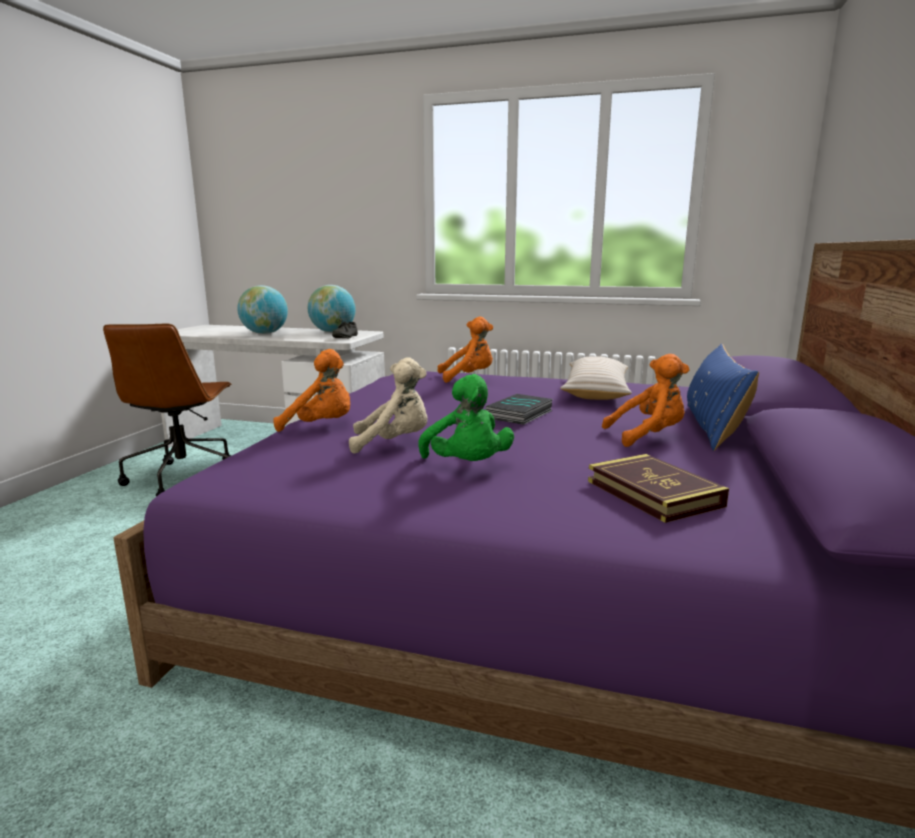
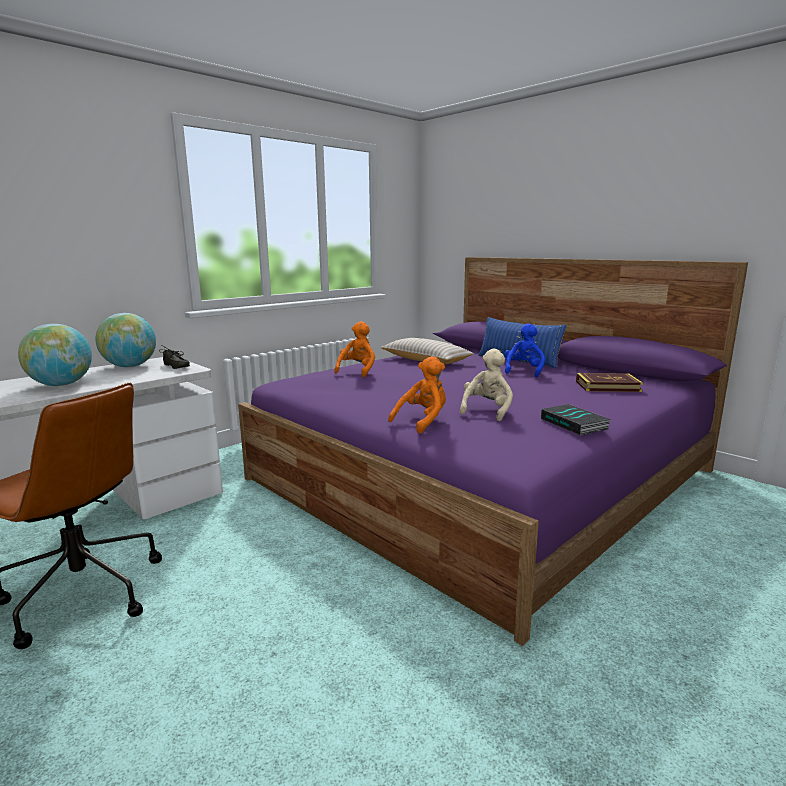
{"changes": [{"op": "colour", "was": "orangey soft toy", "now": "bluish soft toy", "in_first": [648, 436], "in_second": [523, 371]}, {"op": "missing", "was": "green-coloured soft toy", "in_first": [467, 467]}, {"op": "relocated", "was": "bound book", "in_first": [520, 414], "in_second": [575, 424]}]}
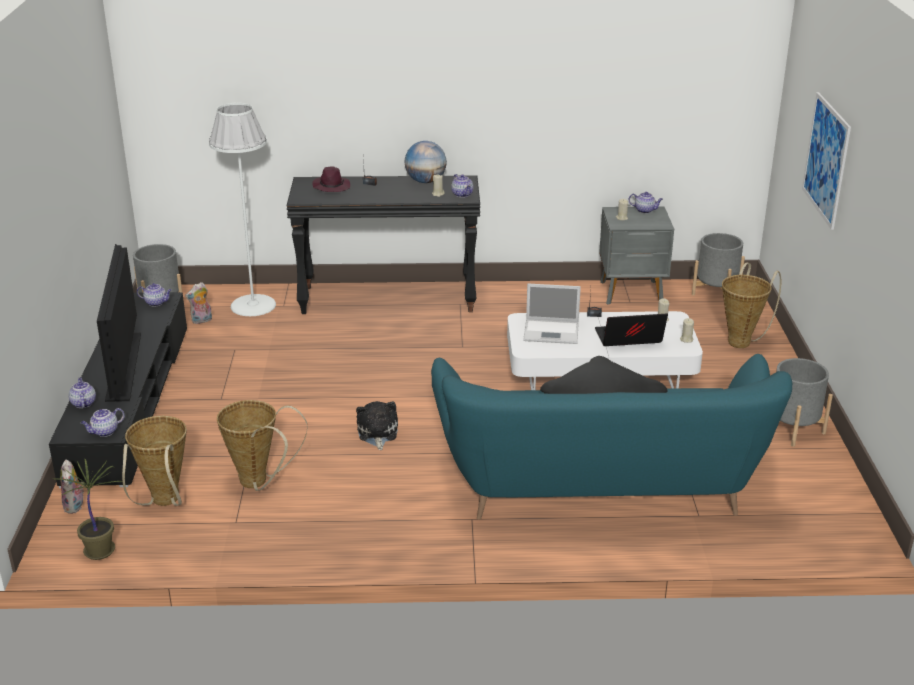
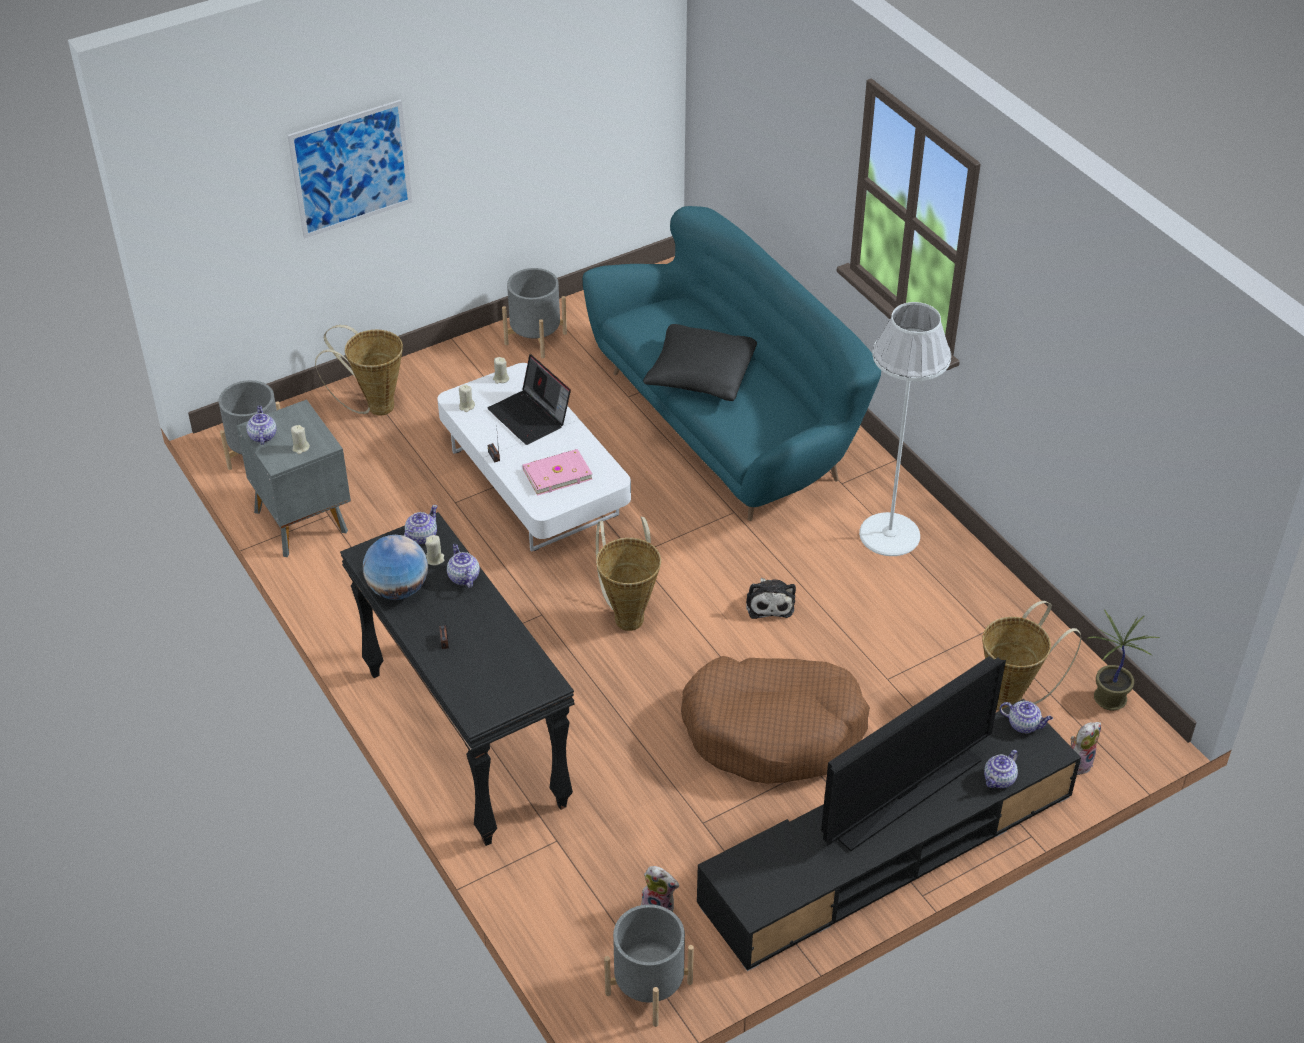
{"changes": [{"op": "relocated", "was": "whitish standard lamp", "in_first": [253, 305], "in_second": [890, 534]}, {"op": "missing", "was": "purple wearable hat", "in_first": [331, 187]}, {"op": "relocated", "was": "teapot", "in_first": [156, 303], "in_second": [463, 577]}, {"op": "exchanged", "was": "laptop", "now": "pink bound book", "in_first": [552, 332], "in_second": [556, 474]}, {"op": "relocated", "was": "storage basket", "in_first": [259, 483], "in_second": [628, 615]}, {"op": "spun", "was": "soft toy", "in_first": [377, 433], "in_second": [769, 603], "clockwise": -60}, {"op": "appeared", "now": "brown-coloured pet bed", "in_second": [773, 730]}]}
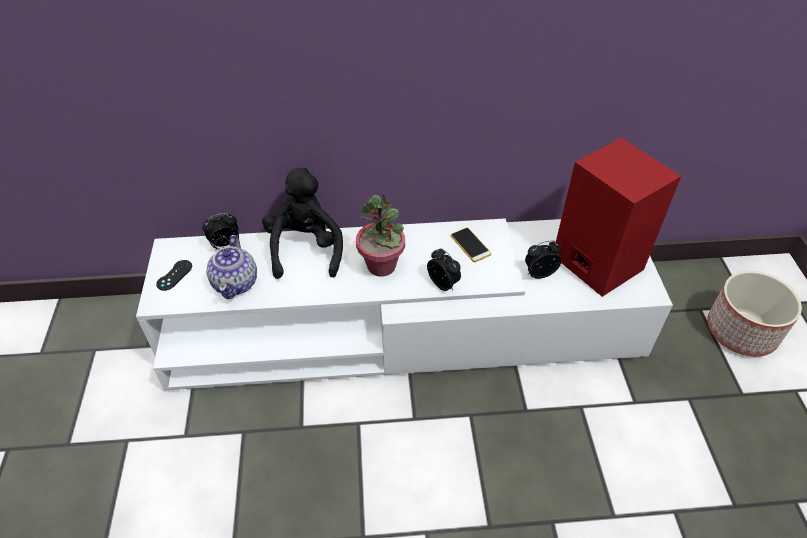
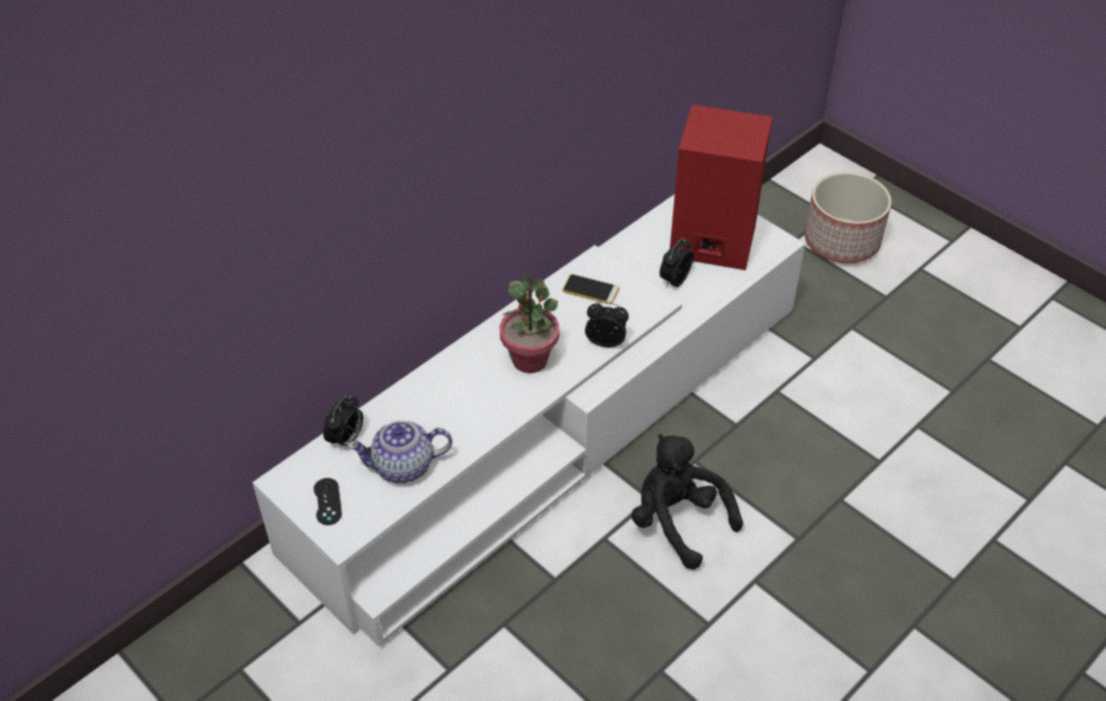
{"changes": [{"op": "relocated", "was": "black-coloured soft toy", "in_first": [305, 249], "in_second": [677, 521]}, {"op": "spun", "was": "teapot", "in_first": [236, 283], "in_second": [404, 466], "clockwise": 120}]}
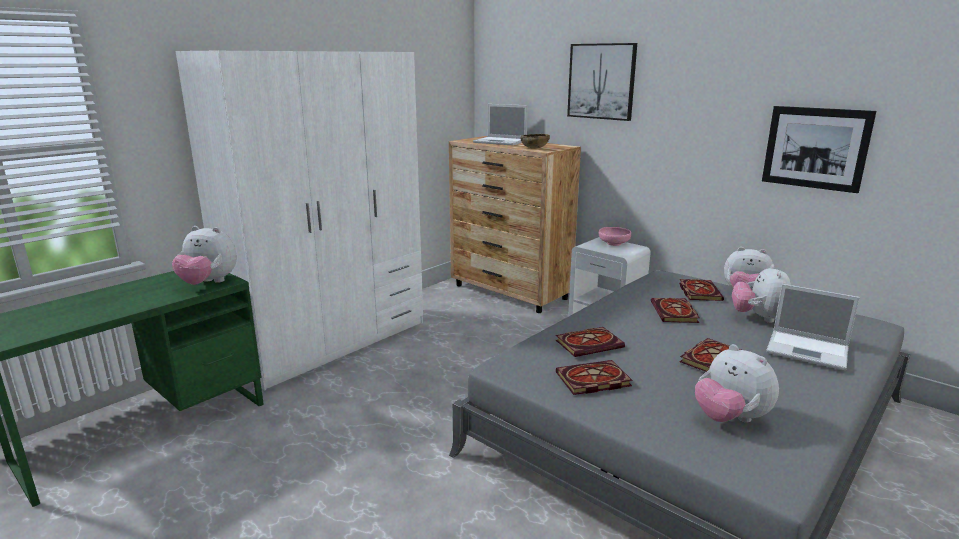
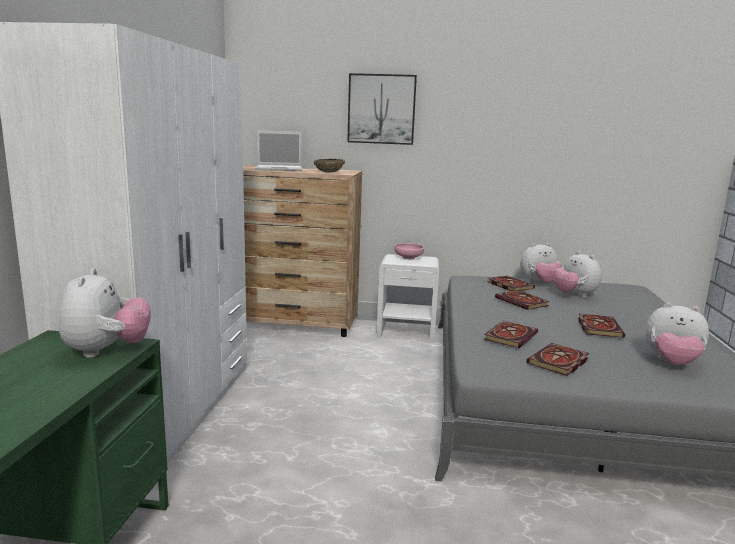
{"changes": [{"op": "missing", "was": "wall art", "in_first": [815, 148]}, {"op": "spun", "was": "soft toy", "in_first": [208, 283], "in_second": [106, 351], "clockwise": -75}, {"op": "missing", "was": "laptop", "in_first": [809, 350]}]}
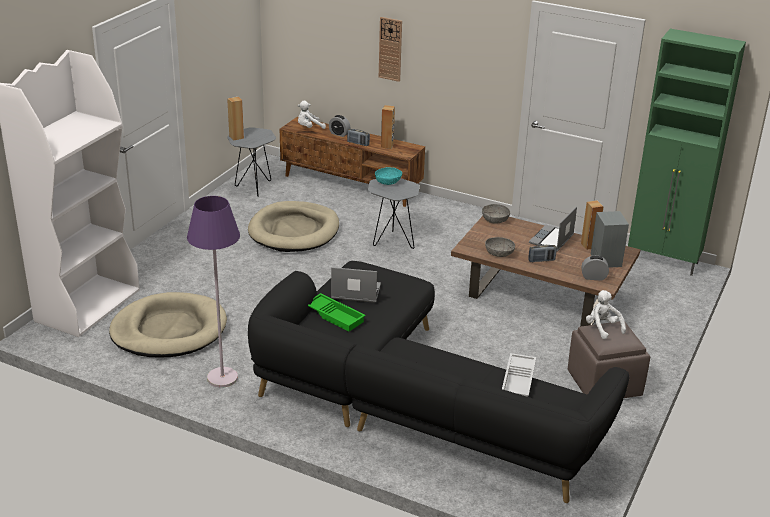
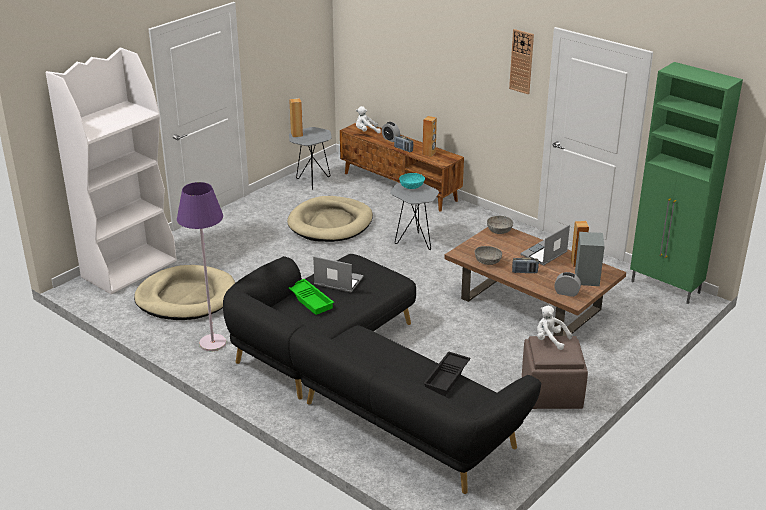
{"changes": [{"op": "relocated", "was": "hanging clock", "in_first": [390, 49], "in_second": [521, 61]}, {"op": "spun", "was": "whitish soft toy", "in_first": [602, 328], "in_second": [550, 340], "clockwise": -45}, {"op": "colour", "was": "whitish serving tray", "now": "black-coloured serving tray", "in_first": [519, 381], "in_second": [447, 377]}]}
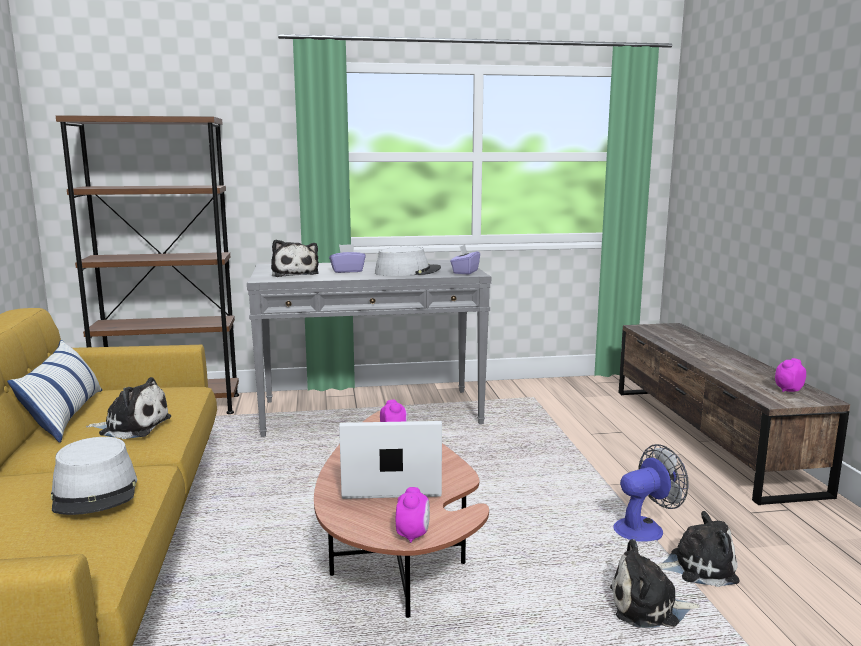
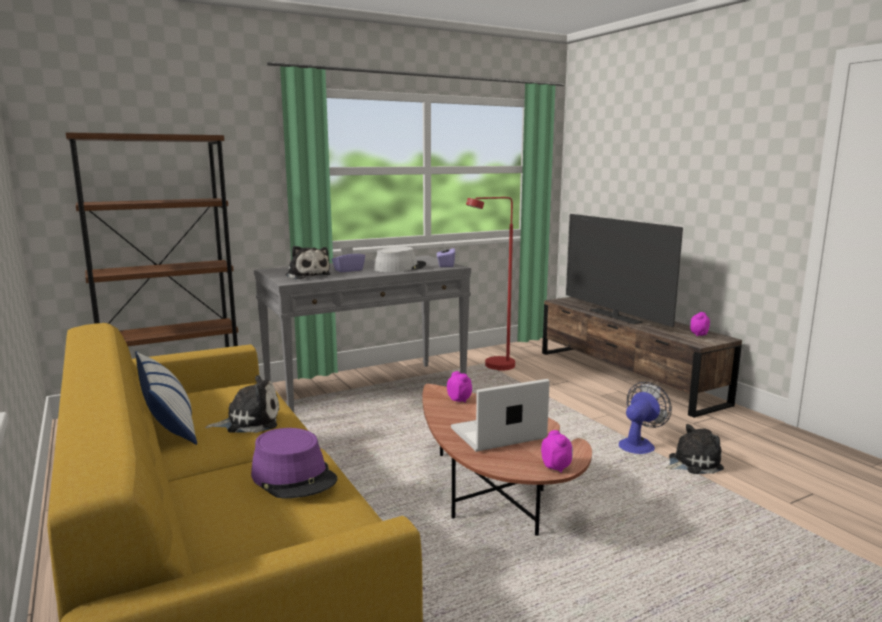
{"changes": [{"op": "colour", "was": "grey wearable hat", "now": "purple wearable hat", "in_first": [95, 492], "in_second": [294, 476]}, {"op": "missing", "was": "soft toy", "in_first": [649, 607]}, {"op": "appeared", "now": "red standard lamp", "in_second": [493, 367]}, {"op": "appeared", "now": "TV set", "in_second": [615, 316]}]}
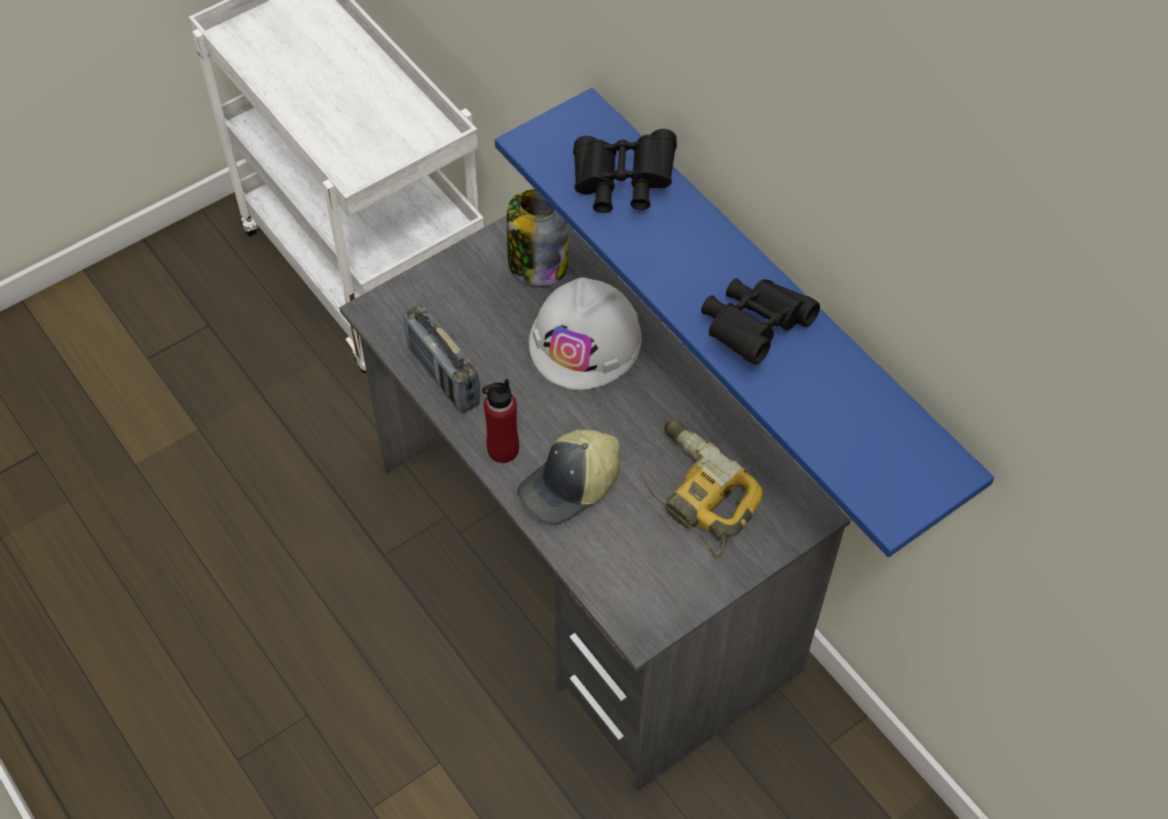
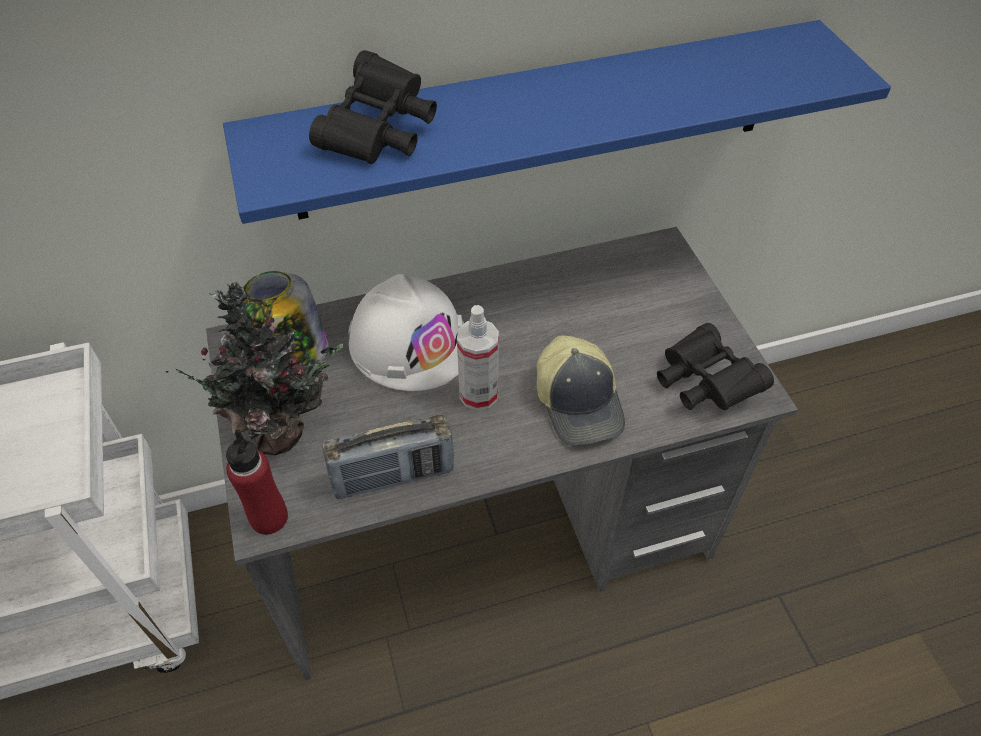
{"changes": [{"op": "relocated", "was": "black-coloured field glasses", "in_first": [753, 329], "in_second": [703, 383]}, {"op": "relocated", "was": "red bottle", "in_first": [503, 449], "in_second": [269, 518]}, {"op": "missing", "was": "power drill", "in_first": [693, 493]}, {"op": "appeared", "now": "plant in a pot", "in_second": [283, 432]}, {"op": "appeared", "now": "spray bottle", "in_second": [478, 394]}]}
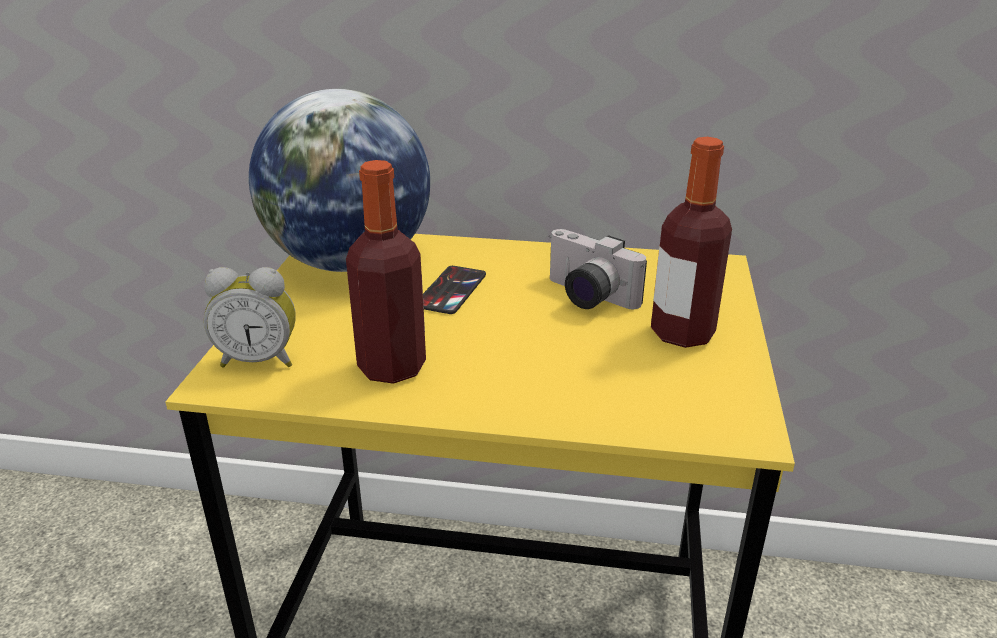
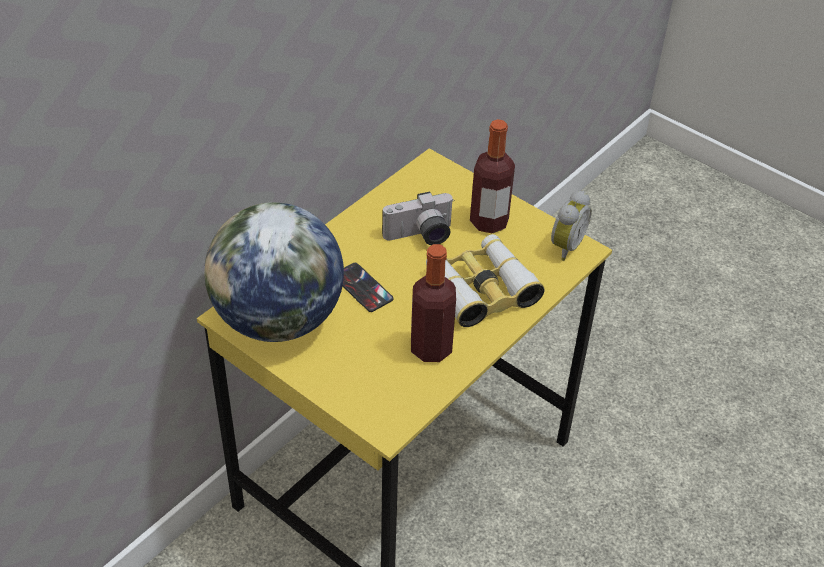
{"changes": [{"op": "relocated", "was": "bedside clock", "in_first": [259, 359], "in_second": [564, 246]}, {"op": "appeared", "now": "field glasses", "in_second": [480, 288]}]}
